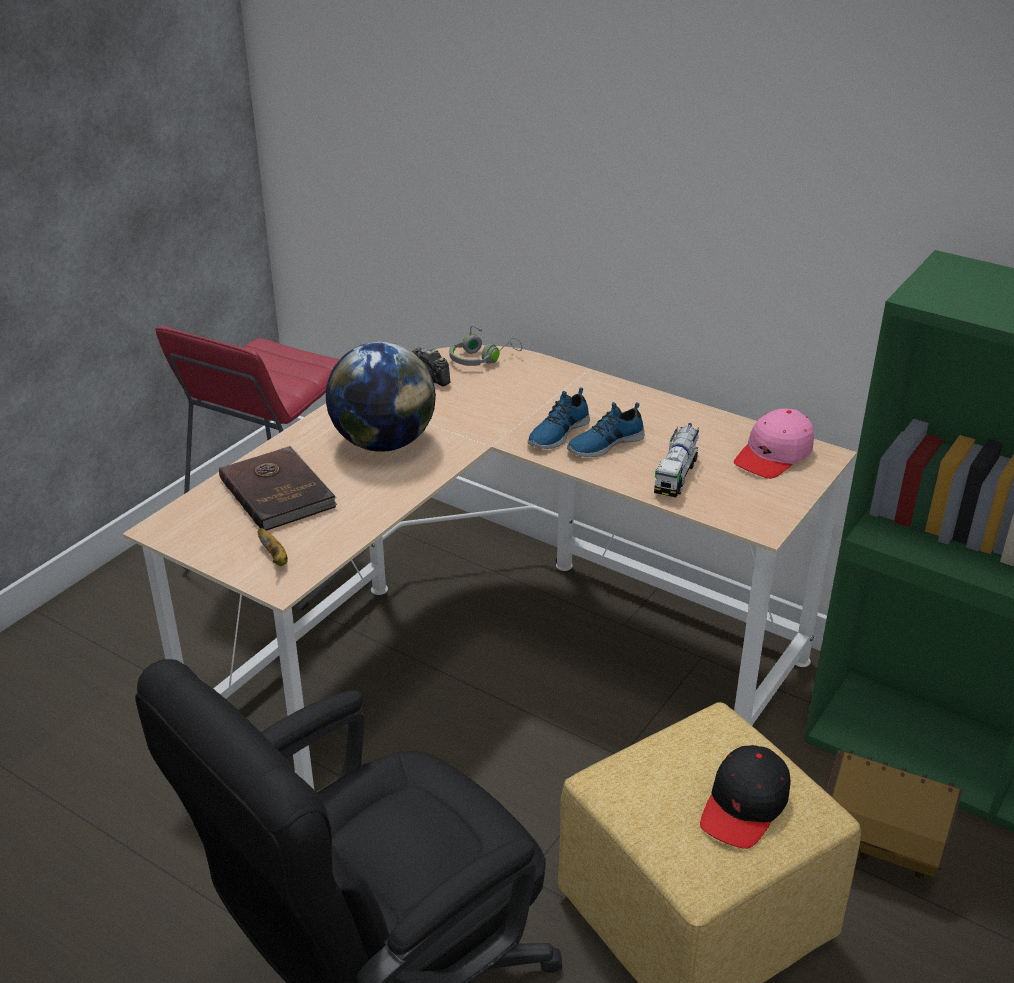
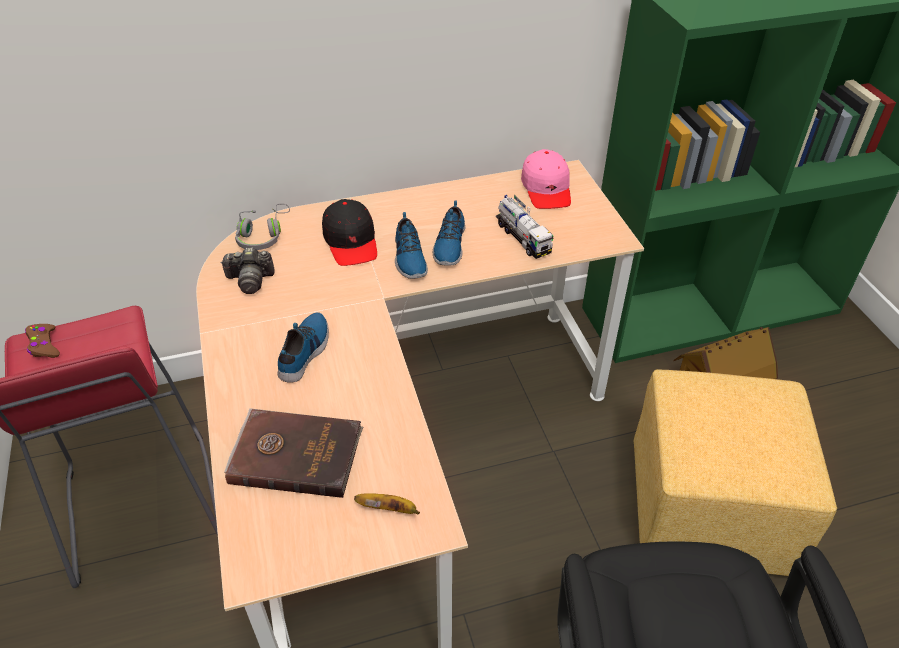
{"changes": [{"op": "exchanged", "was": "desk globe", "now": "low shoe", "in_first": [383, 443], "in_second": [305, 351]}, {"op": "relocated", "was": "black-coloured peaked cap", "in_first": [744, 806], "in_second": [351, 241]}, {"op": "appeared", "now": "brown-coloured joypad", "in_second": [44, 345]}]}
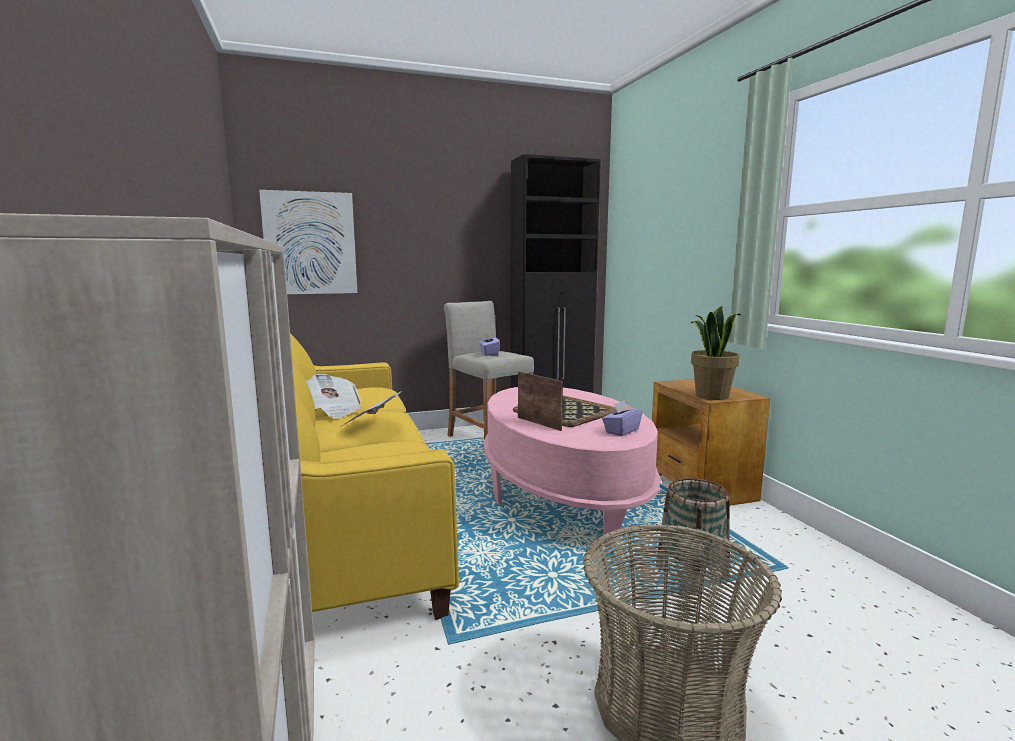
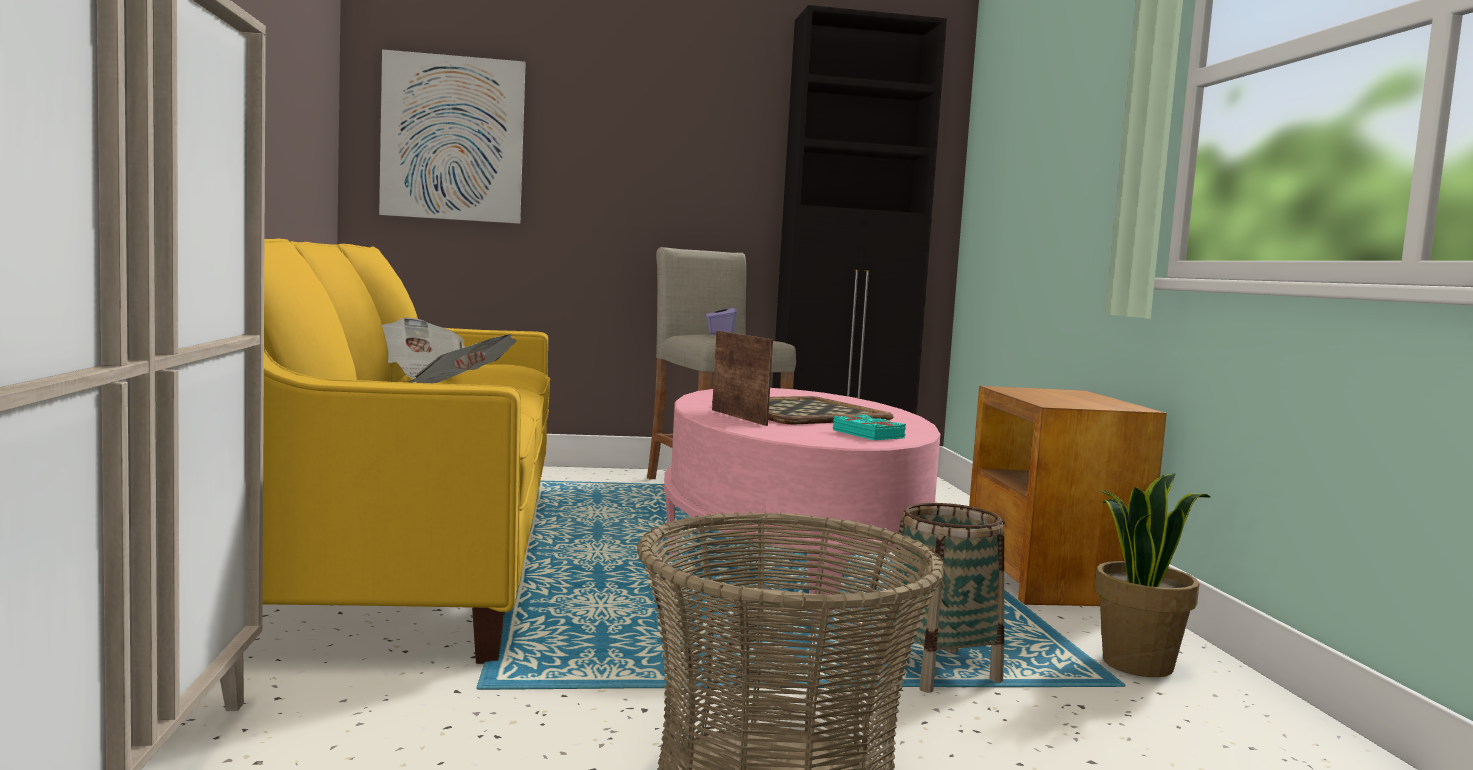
{"changes": [{"op": "relocated", "was": "plant in a pot", "in_first": [711, 396], "in_second": [1136, 663]}, {"op": "exchanged", "was": "purple box of tissues", "now": "turquoise-coloured bound book", "in_first": [621, 431], "in_second": [869, 434]}]}
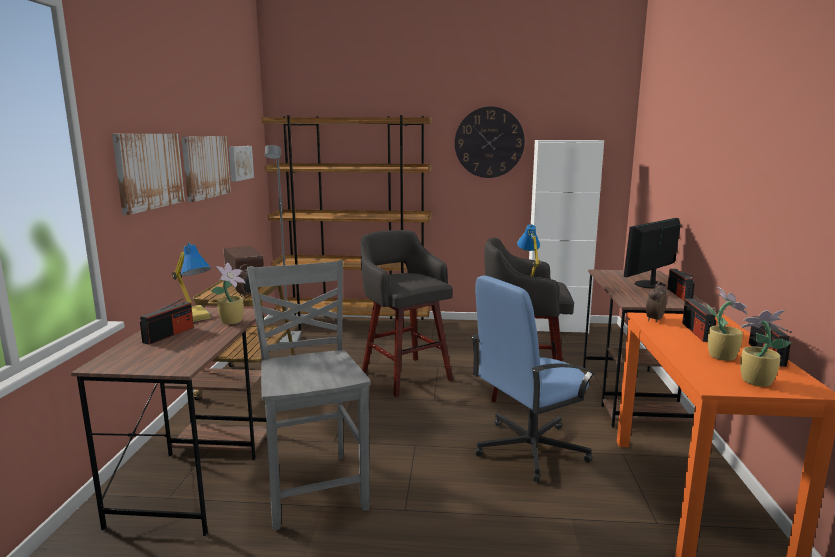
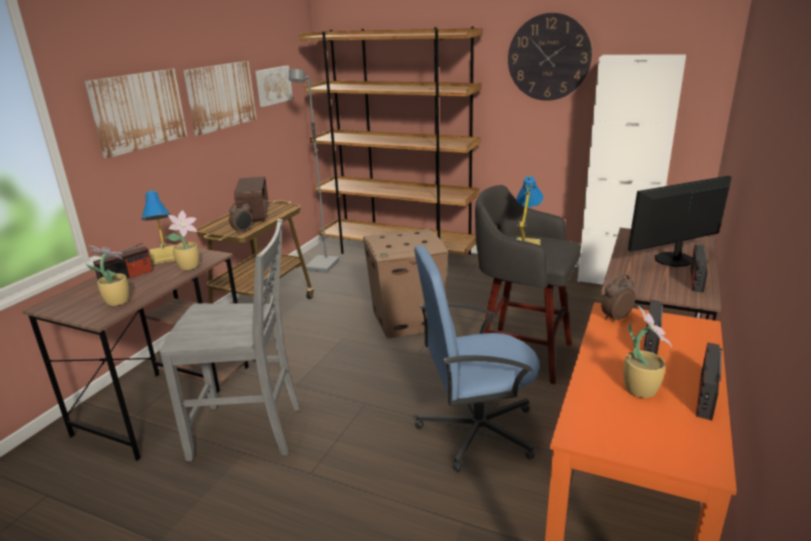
{"changes": [{"op": "exchanged", "was": "grey stool", "now": "carton", "in_first": [405, 375], "in_second": [408, 320]}, {"op": "spun", "was": "grey upright chair", "in_first": [315, 487], "in_second": [249, 432], "clockwise": 90}, {"op": "relocated", "was": "plant in a pot", "in_first": [754, 381], "in_second": [117, 301]}]}
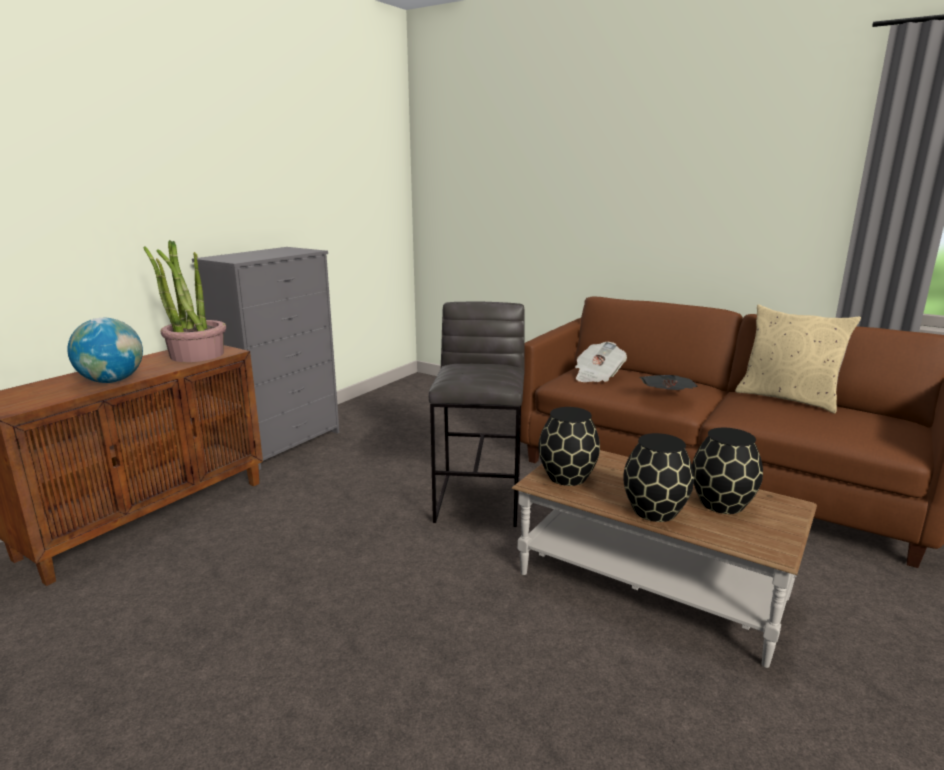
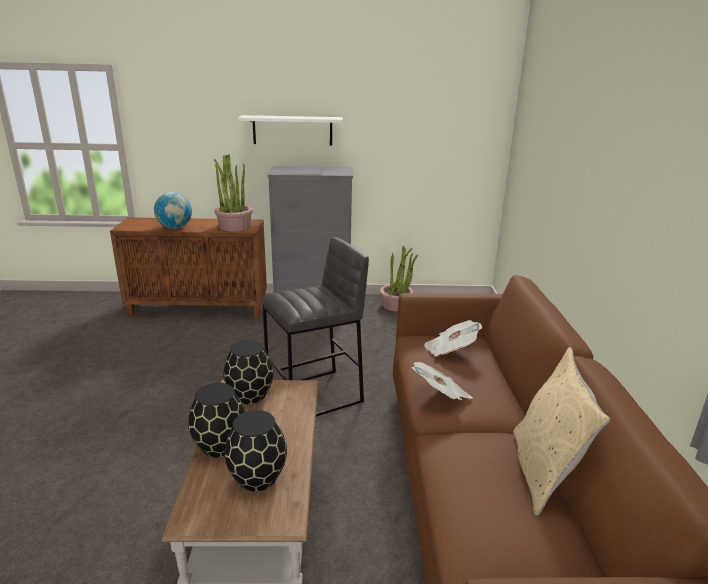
{"changes": [{"op": "appeared", "now": "whitish bracket shelf", "in_second": [292, 130]}, {"op": "appeared", "now": "plant in a pot", "in_second": [396, 305]}]}
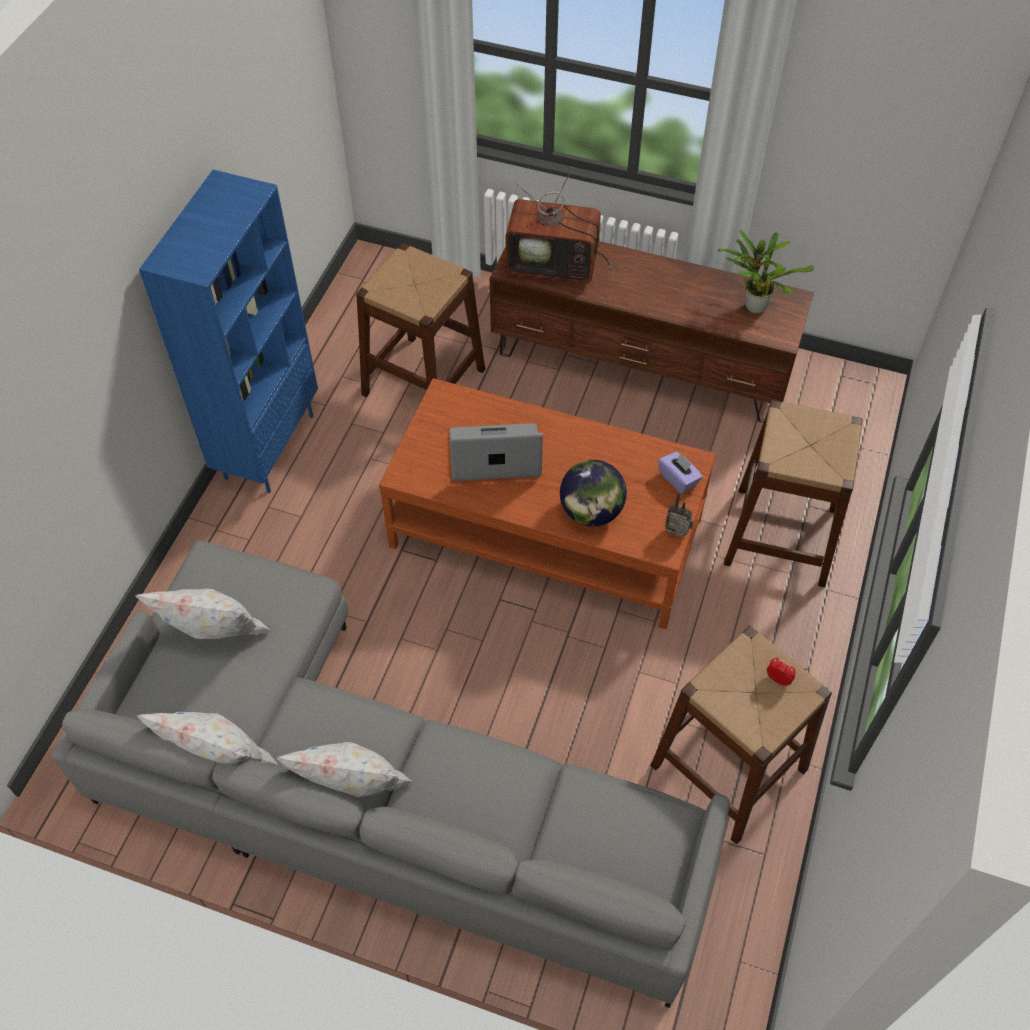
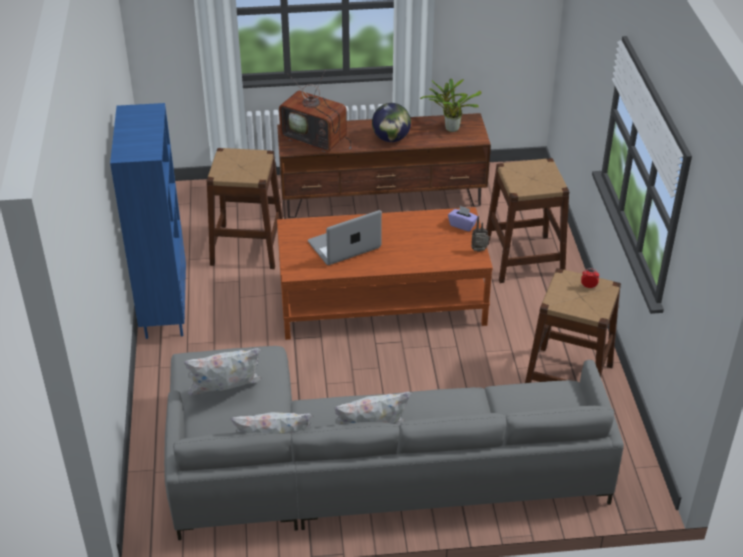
{"changes": [{"op": "spun", "was": "TV set", "in_first": [555, 264], "in_second": [316, 139], "clockwise": 45}, {"op": "relocated", "was": "desk globe", "in_first": [591, 512], "in_second": [391, 139]}]}
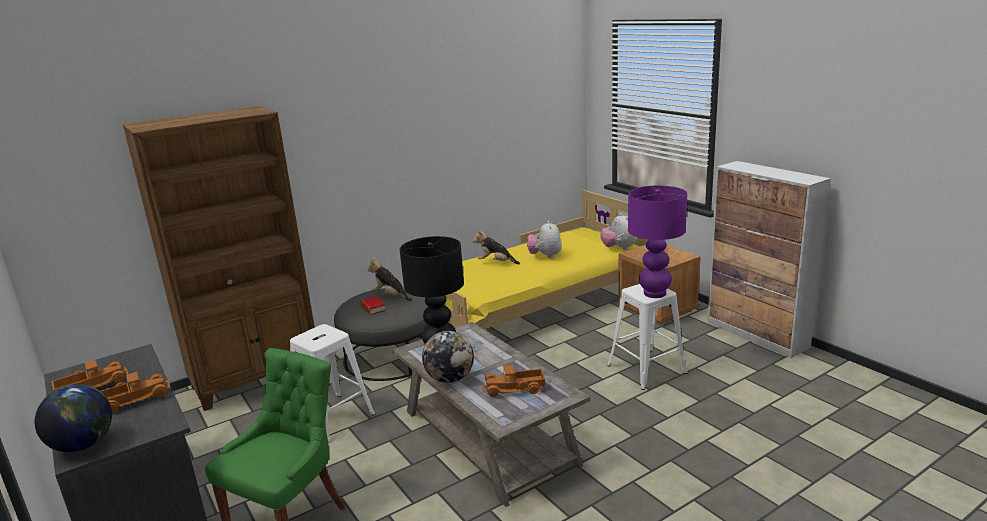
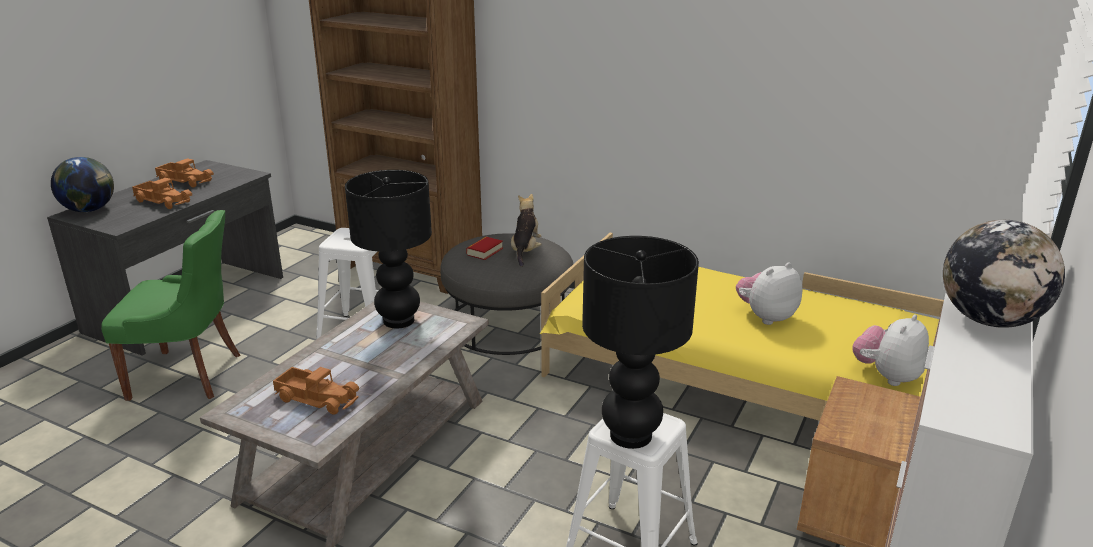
{"changes": [{"op": "colour", "was": "purple table lamp", "now": "black-coloured table lamp", "in_first": [654, 293], "in_second": [630, 435]}, {"op": "missing", "was": "soft toy", "in_first": [496, 262]}, {"op": "relocated", "was": "desk globe", "in_first": [450, 379], "in_second": [989, 320]}, {"op": "spun", "was": "toy lorry", "in_first": [514, 389], "in_second": [317, 398], "clockwise": 150}]}
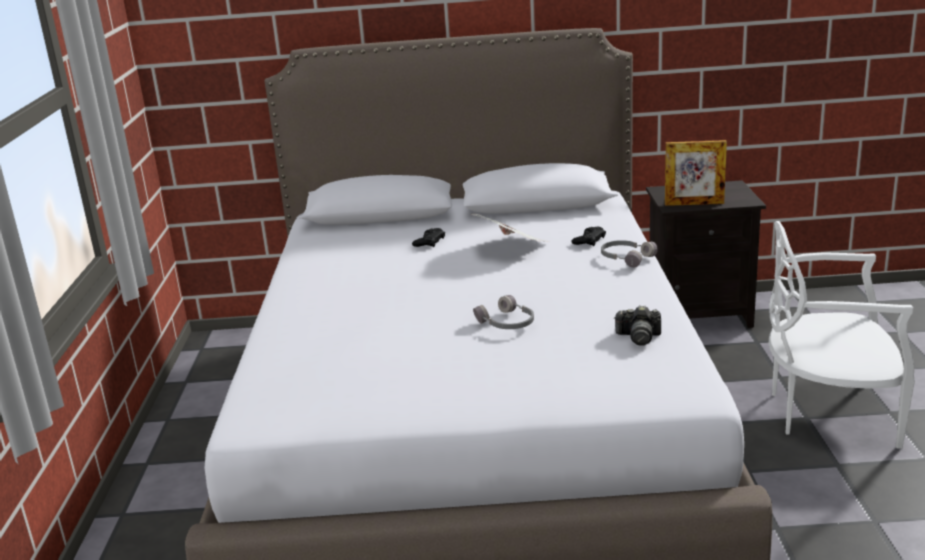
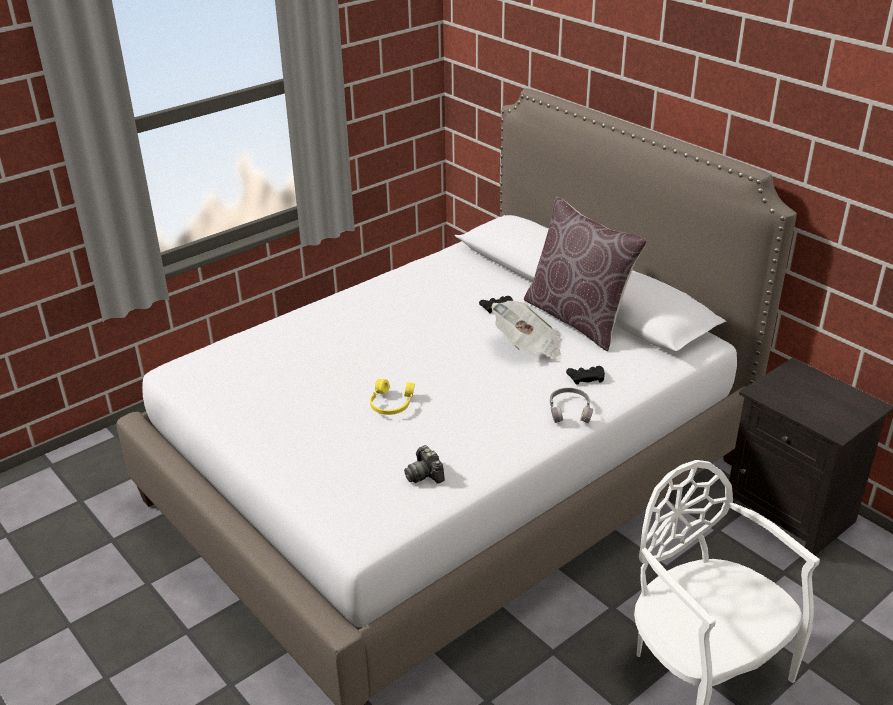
{"changes": [{"op": "missing", "was": "standing frame", "in_first": [694, 204]}, {"op": "colour", "was": "grey pair of headphones", "now": "yellow-coloured pair of headphones", "in_first": [506, 323], "in_second": [391, 404]}, {"op": "appeared", "now": "brown-coloured cushion", "in_second": [578, 319]}]}
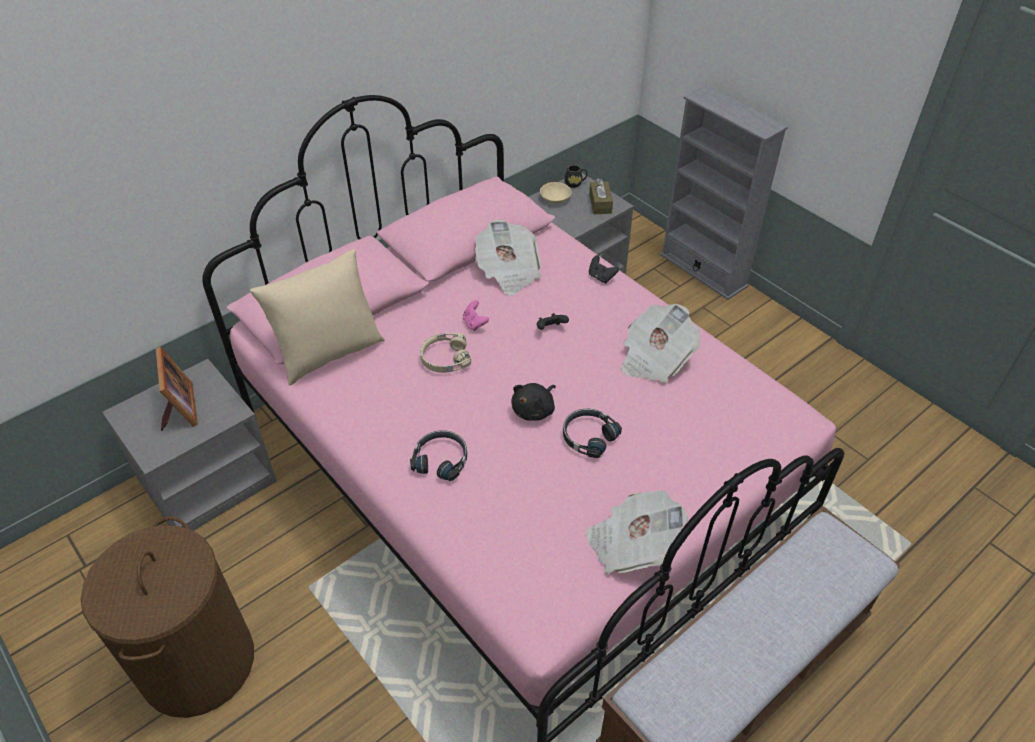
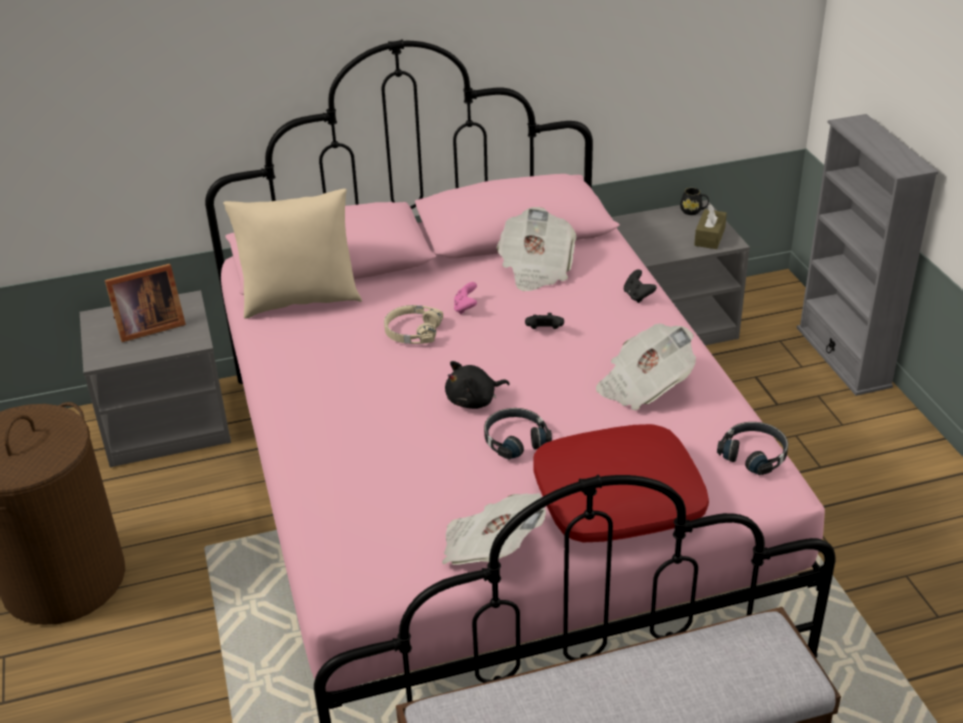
{"changes": [{"op": "missing", "was": "sand-coloured deep dish", "in_first": [555, 199]}, {"op": "spun", "was": "standing frame", "in_first": [179, 409], "in_second": [147, 327], "clockwise": 60}, {"op": "relocated", "was": "black-coloured pair of headphones", "in_first": [441, 459], "in_second": [754, 454]}, {"op": "appeared", "now": "red cushion", "in_second": [618, 497]}]}
